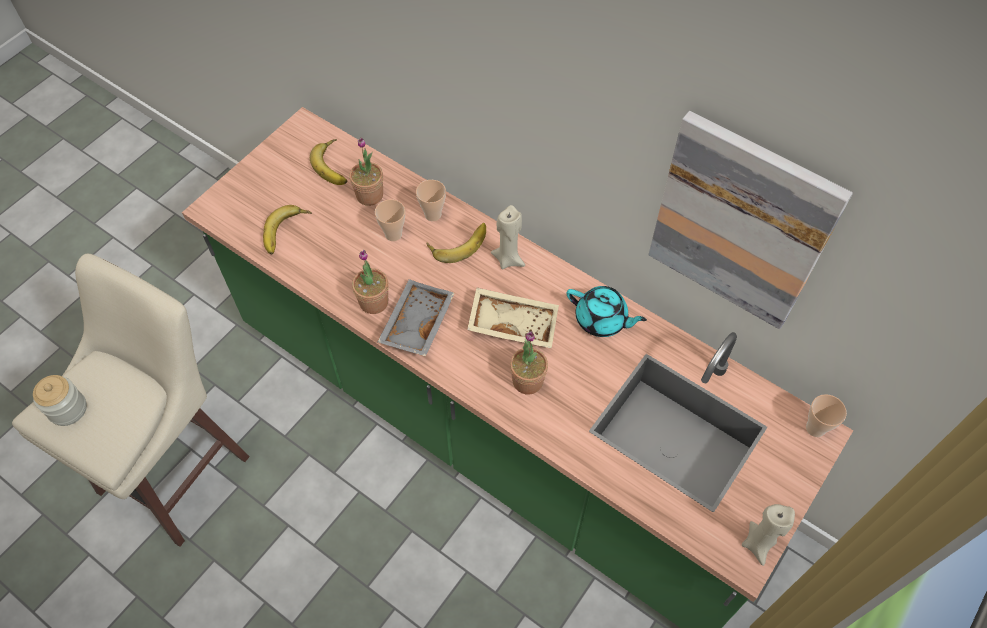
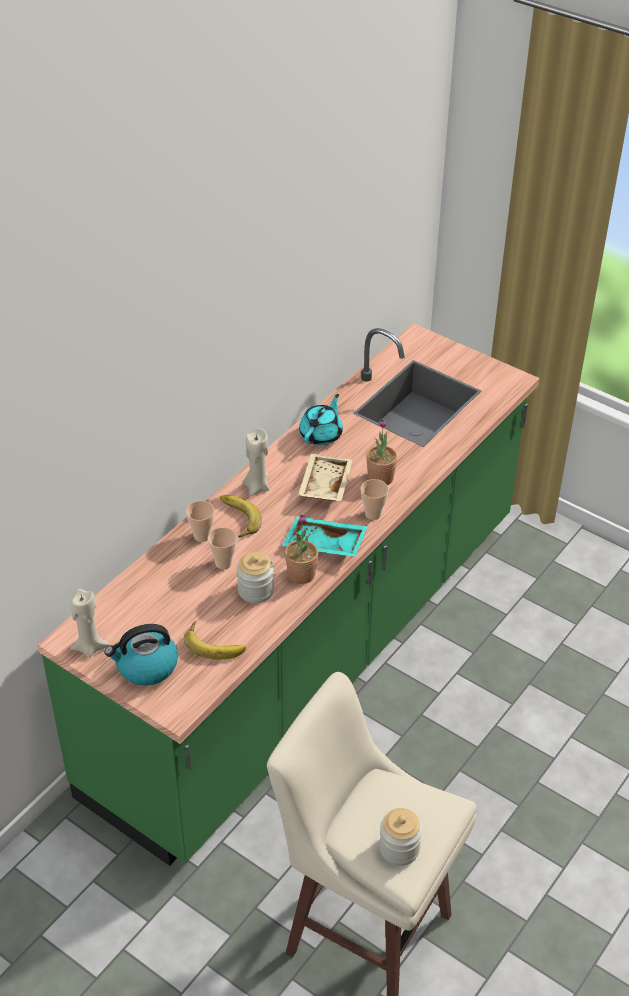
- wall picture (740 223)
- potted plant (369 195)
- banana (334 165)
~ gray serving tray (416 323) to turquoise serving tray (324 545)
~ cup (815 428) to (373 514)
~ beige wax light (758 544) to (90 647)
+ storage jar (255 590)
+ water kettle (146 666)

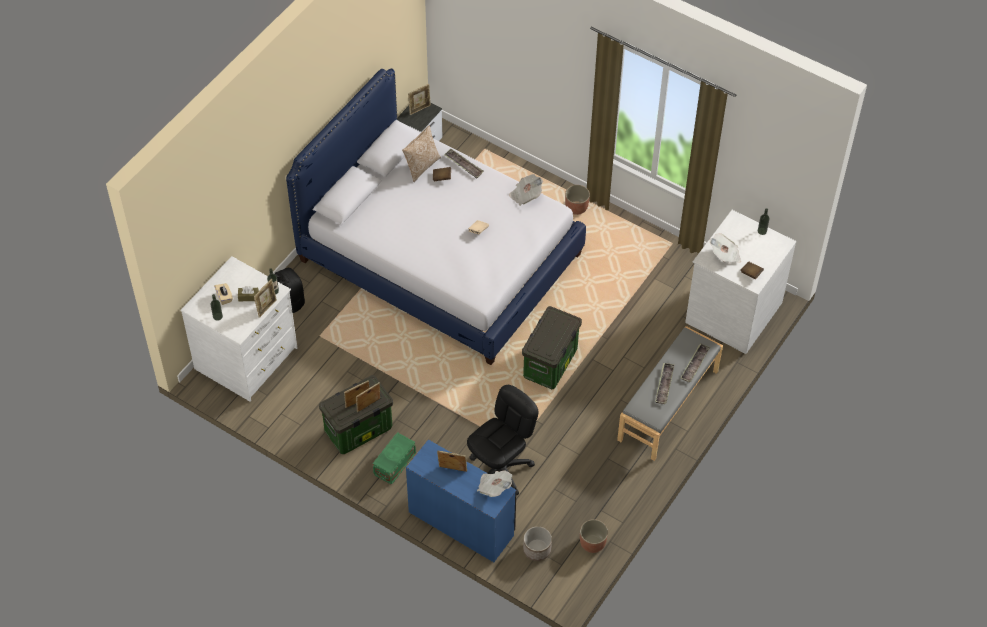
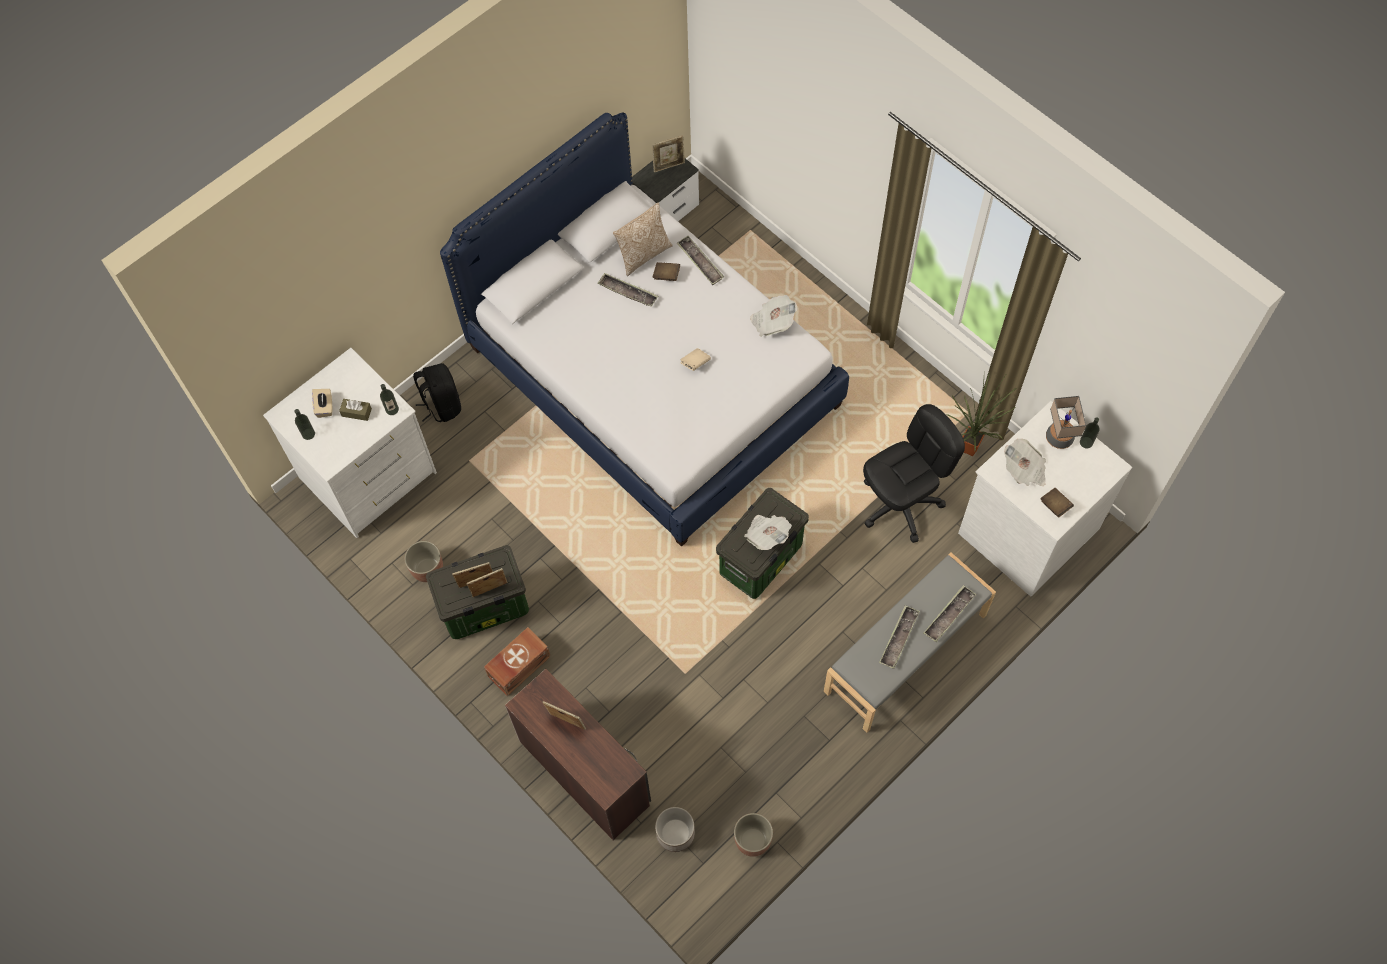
~ flower pot (576 207) to (428 569)
- standing frame (267 307)
~ blackish office chair (501 470) to (901 504)
~ green-coloured storage box (393 464) to brown-coloured storage box (518 666)
~ blue desk (461 522) to brown-coloured desk (585 771)
~ printed paper (494 487) to (767 535)
+ serving tray (627 292)
+ potted plant (971 450)
+ lamp for a table (1059 437)

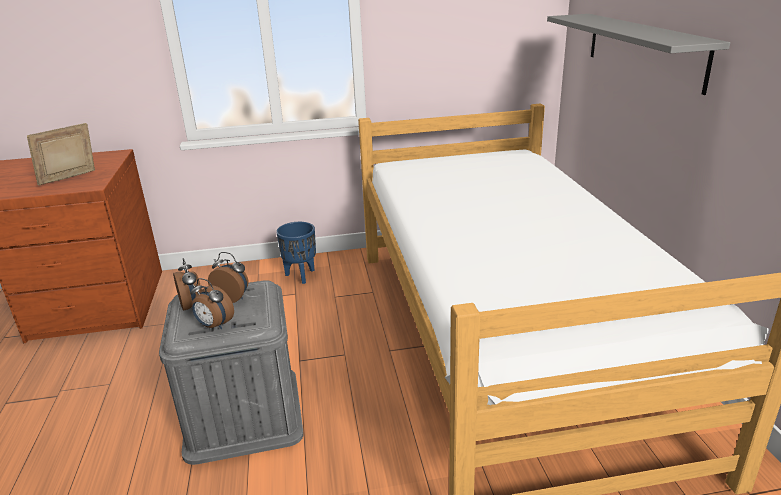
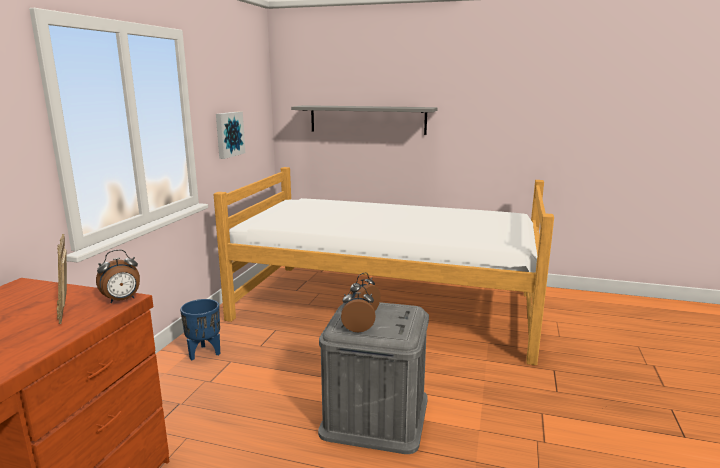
~ alarm clock (214 325) to (122 300)
+ wall picture (228 134)

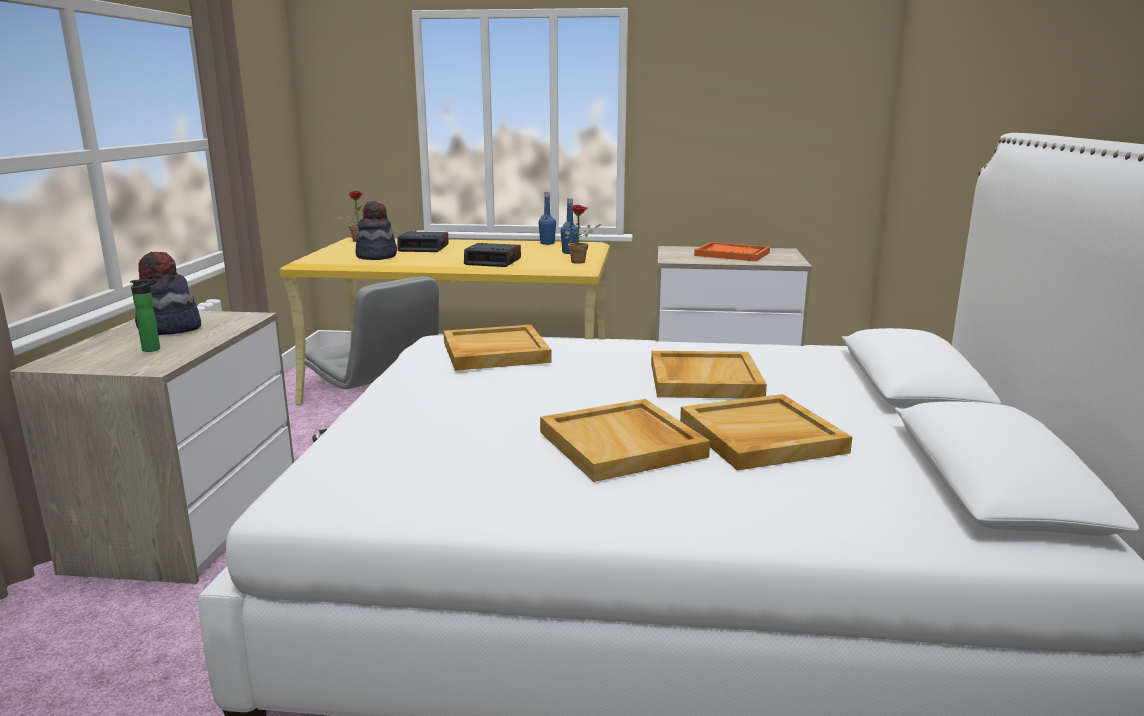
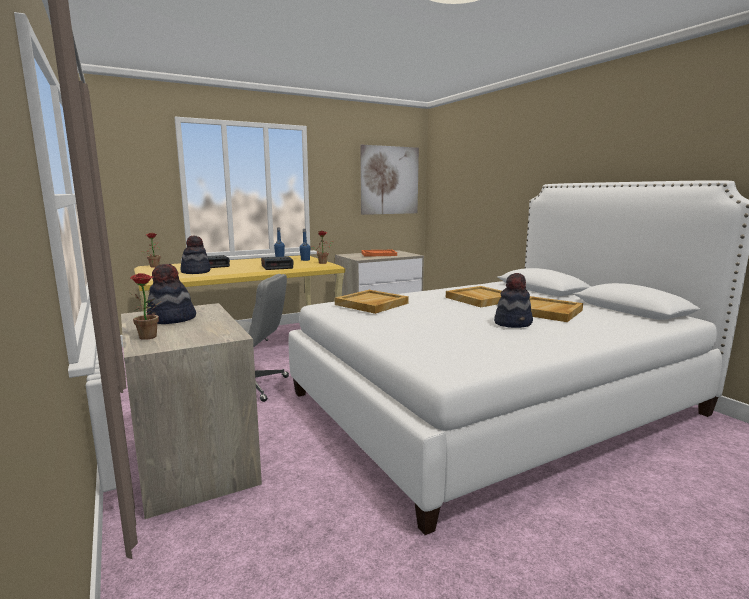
- bottle (154 349)
~ beige serving tray (623 444) to clothing hat (513 323)
+ wall picture (389 180)
+ potted plant (150 337)

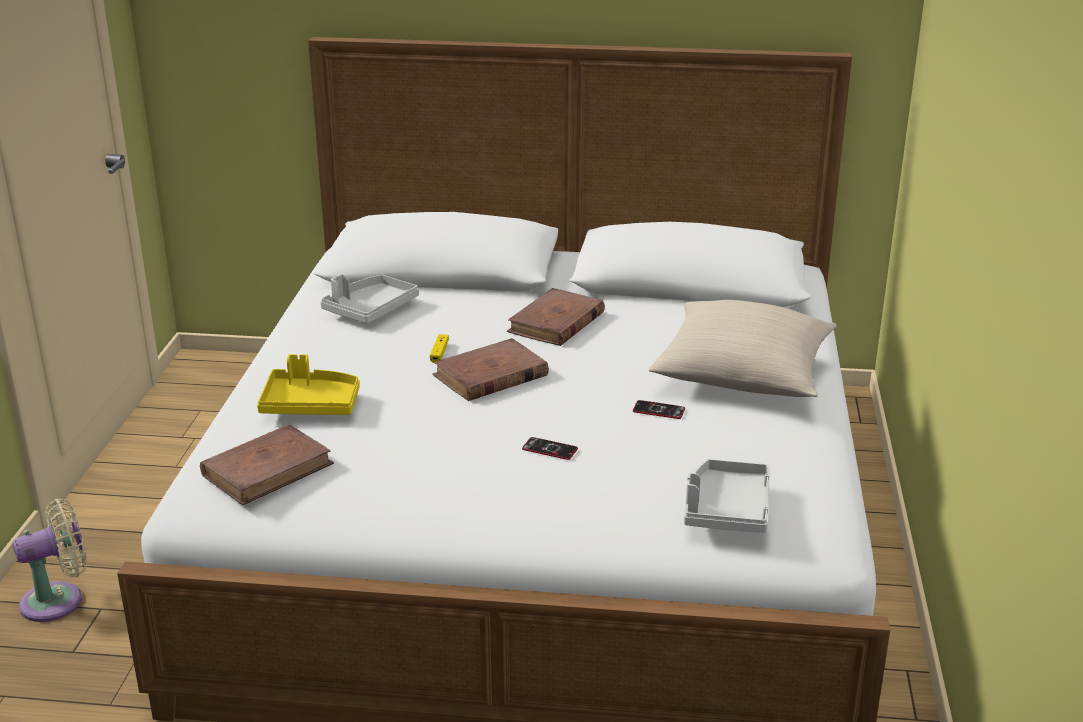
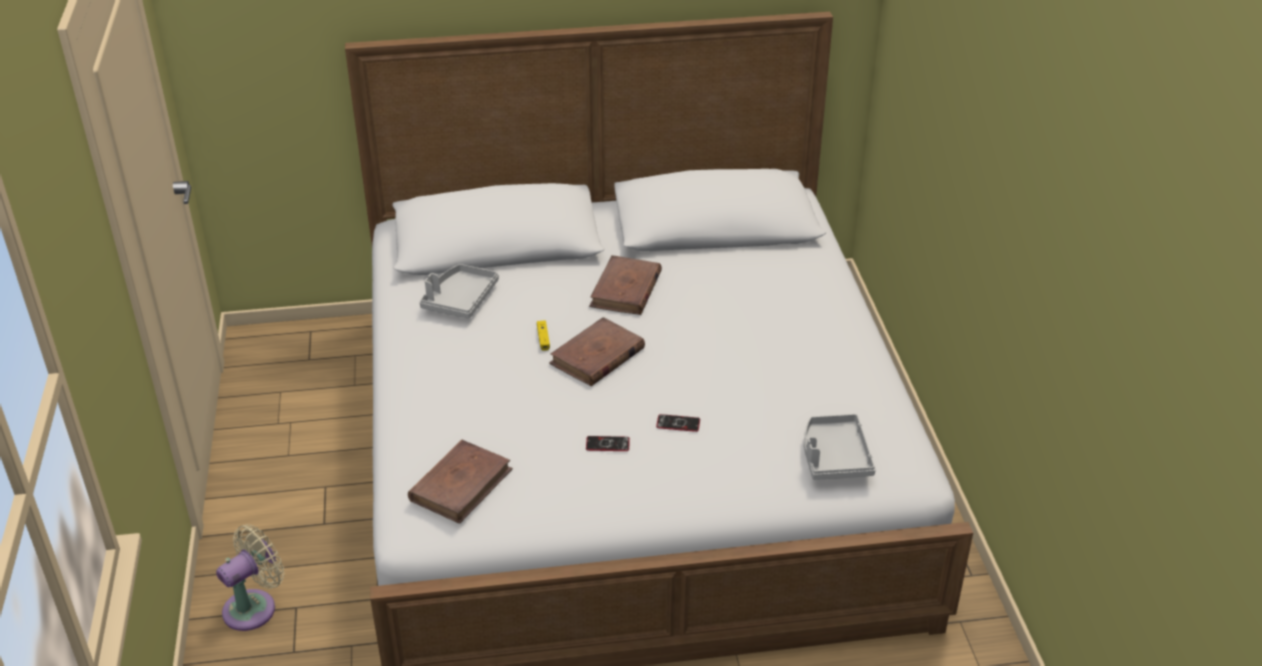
- beige pillow (743 374)
- yellowish serving tray (310 404)
~ phone (658 410) to (607 444)

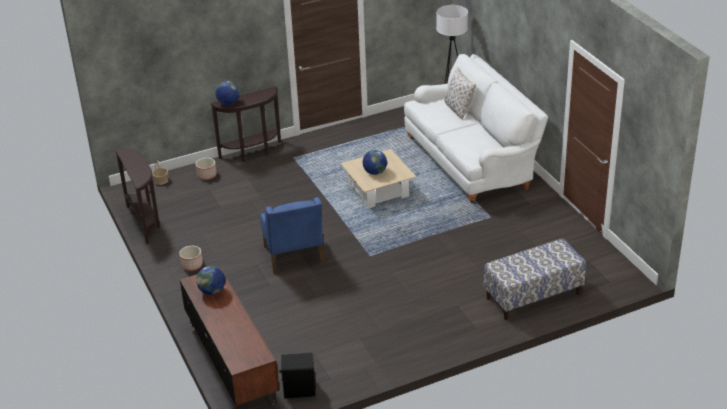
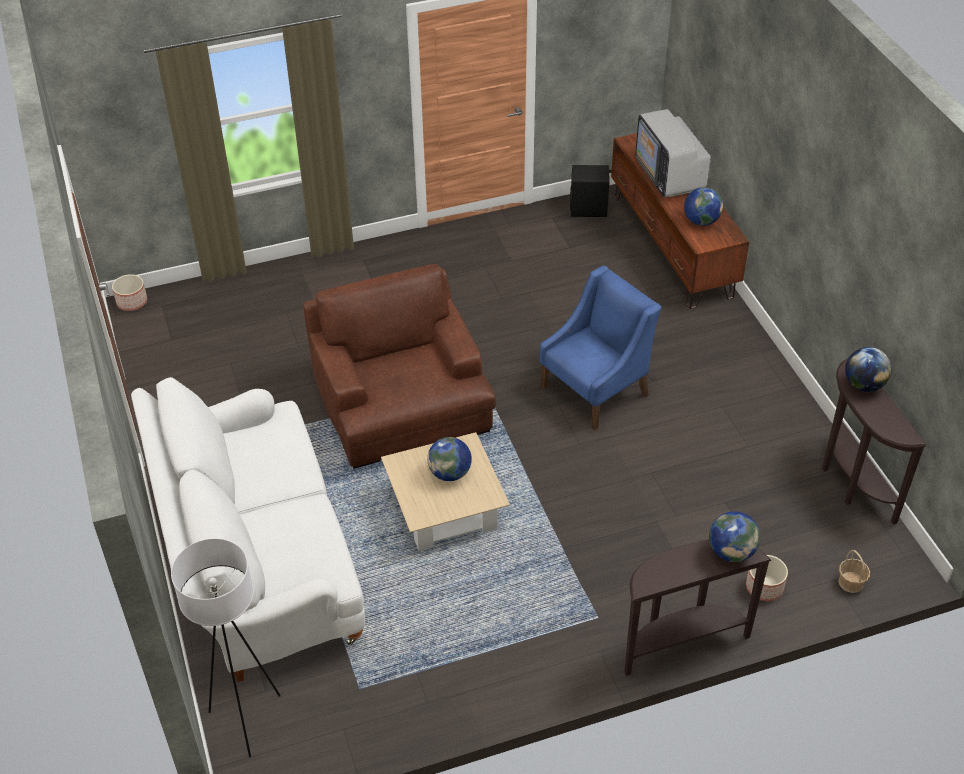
- pillow (458 109)
~ blue armchair (293 256) = (596 390) 60 degrees clockwise
- indoor bench (533 296)
~ flower pot (191 265) to (132 302)
+ television (669 176)
+ brown-coloured armchair (401 403)
+ world globe (863 385)

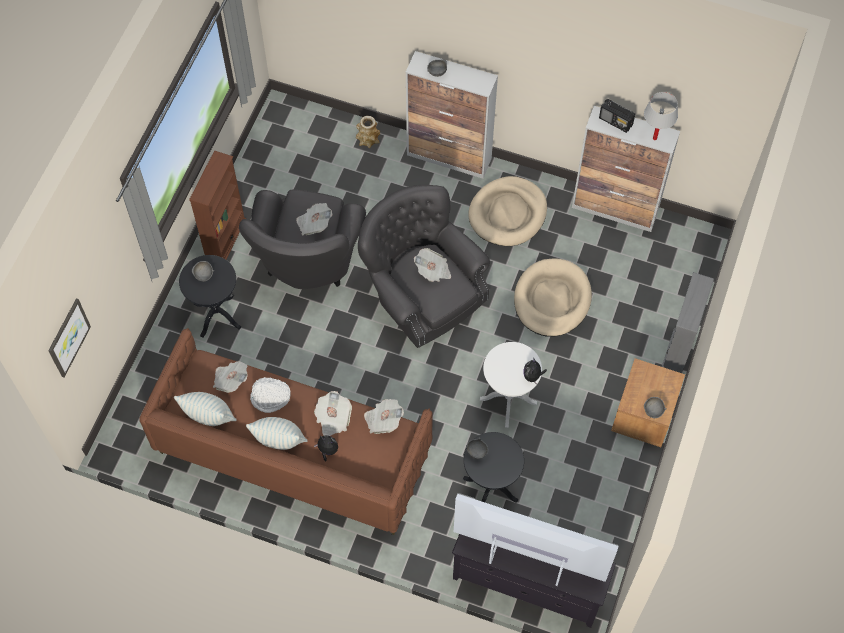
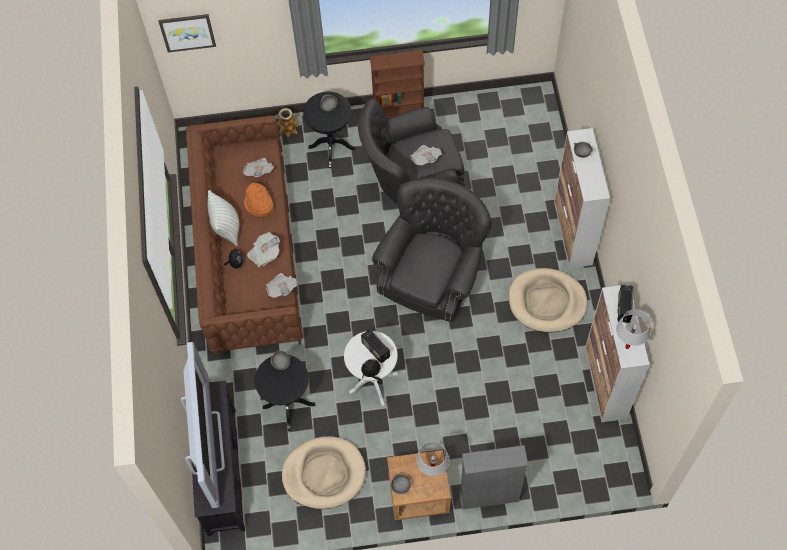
~ decorative vase (368 139) to (288 129)
- printed paper (433 271)
~ beige pet bed (552 299) to (324 474)
~ whitish clothing hat (270 398) to orange-coloured clothing hat (259 204)
- pillow (209 417)
+ radio receiver (376 350)
+ whitish lamp for a table (432 472)

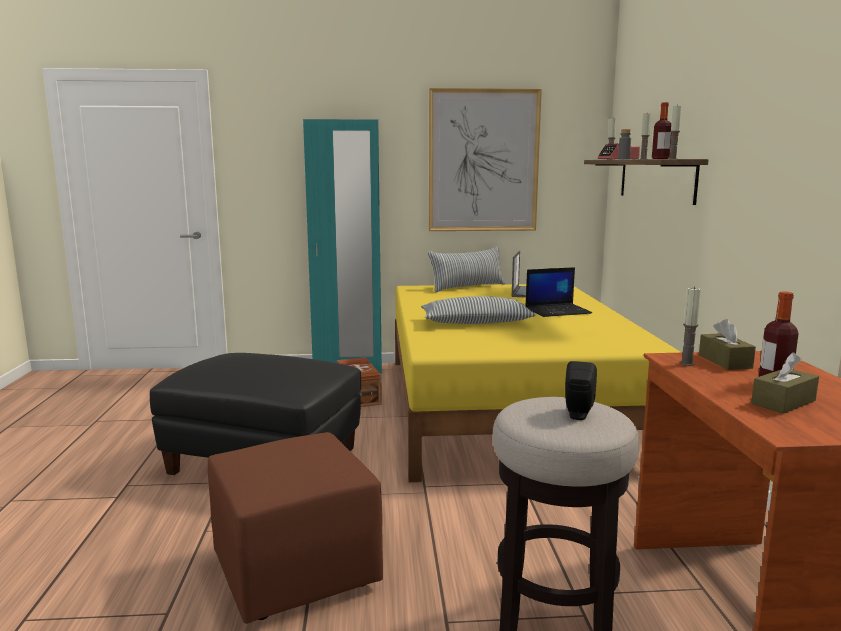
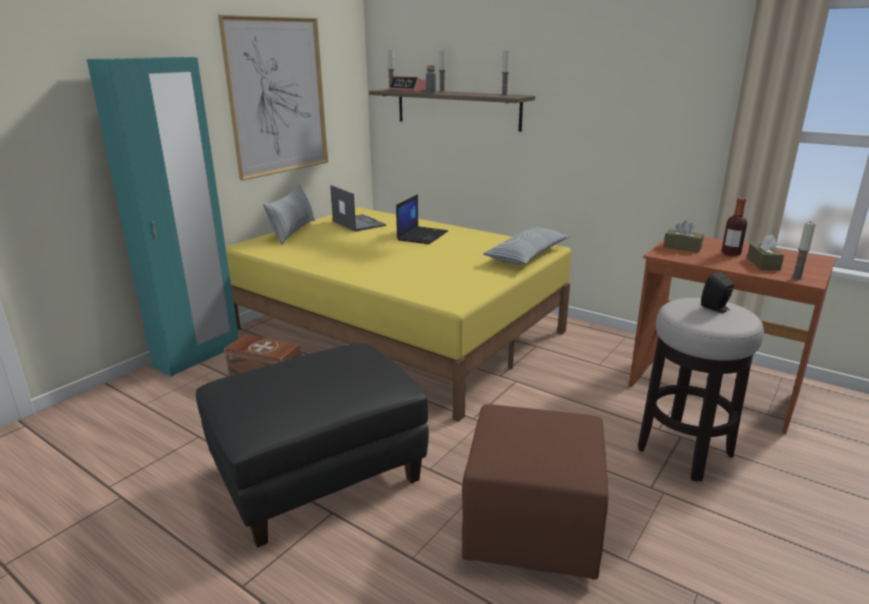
- bottle (660 158)
~ wax light (687 364) to (796 278)
~ pillow (476 323) to (526 256)

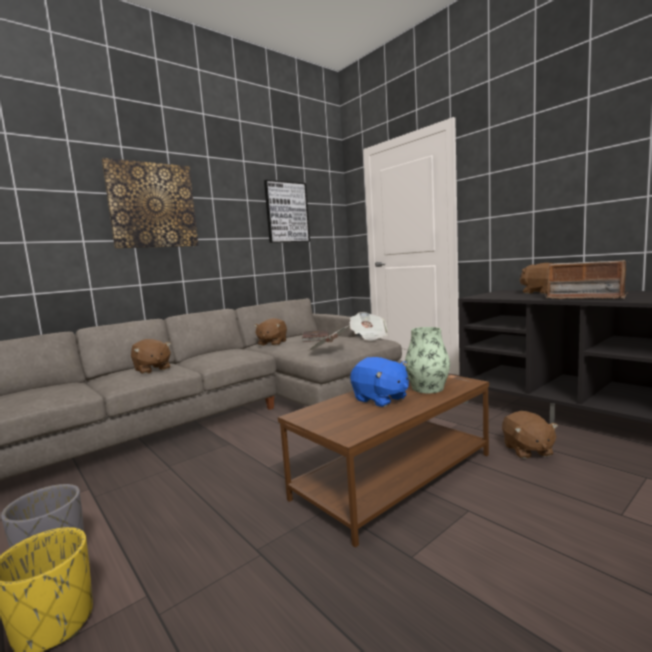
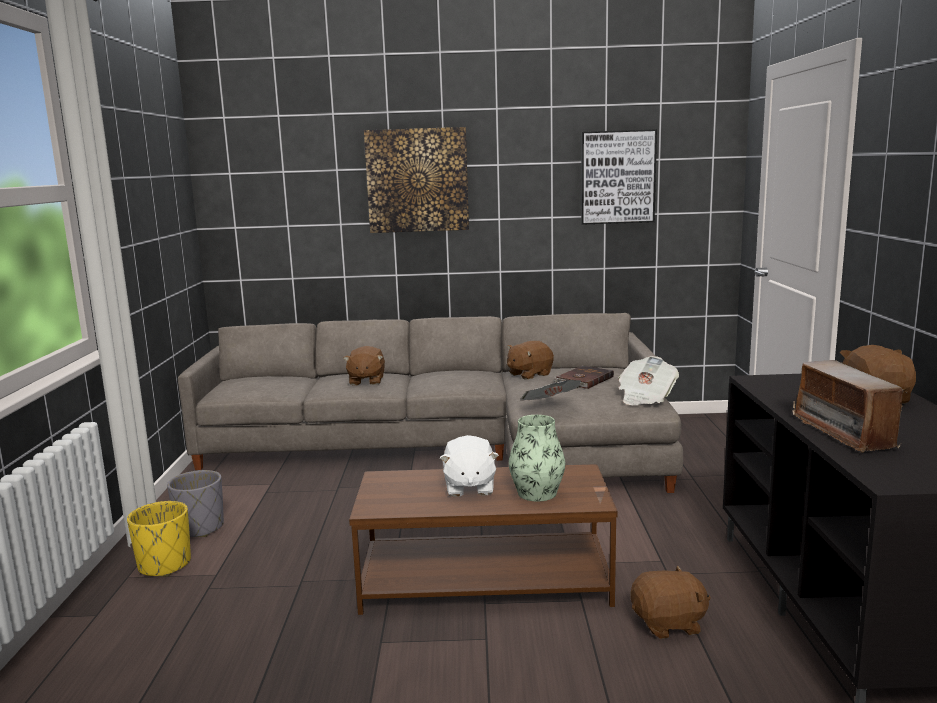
~ blue plush toy (380 399) to whitish plush toy (469 487)
~ brown-coloured plush toy (527 450) = (669 624) 135 degrees counterclockwise

